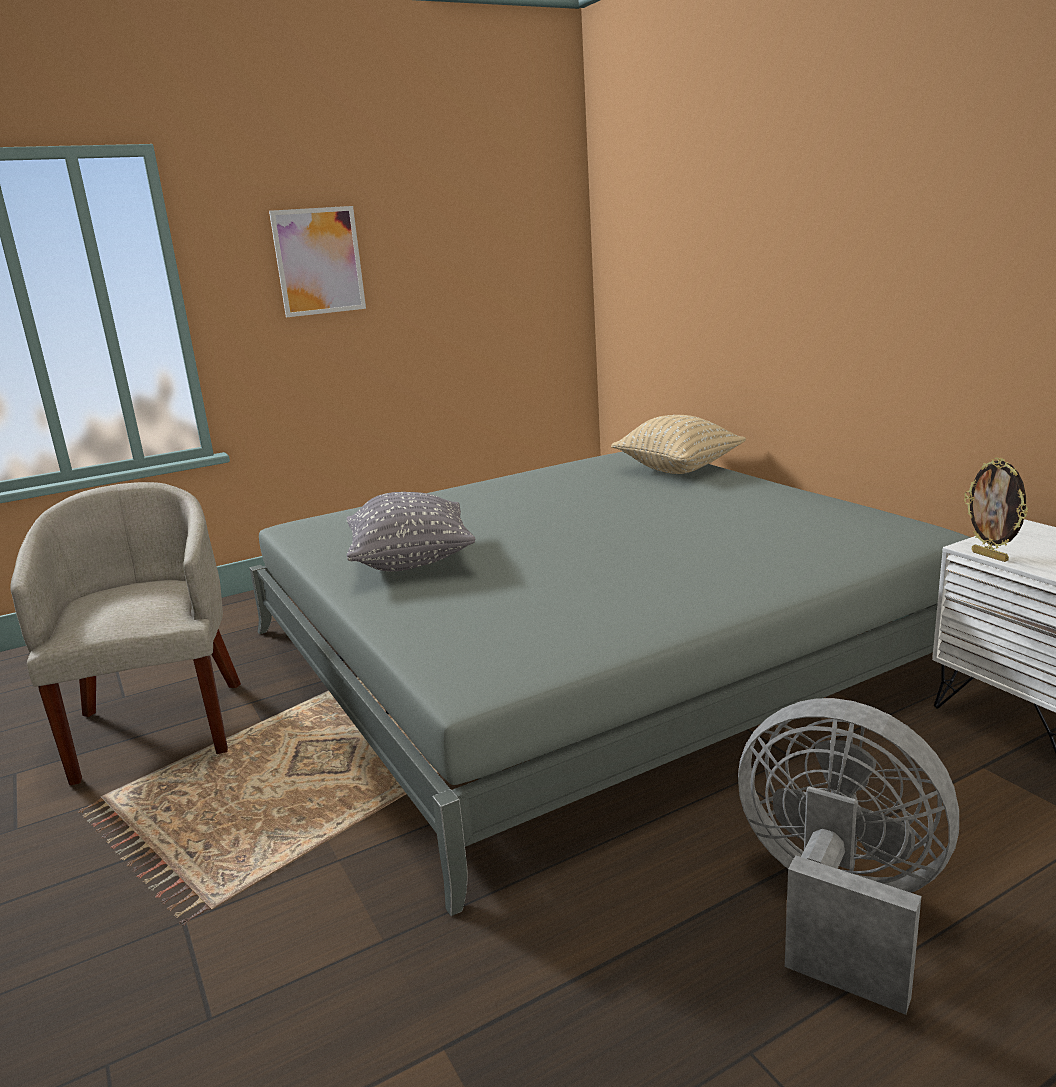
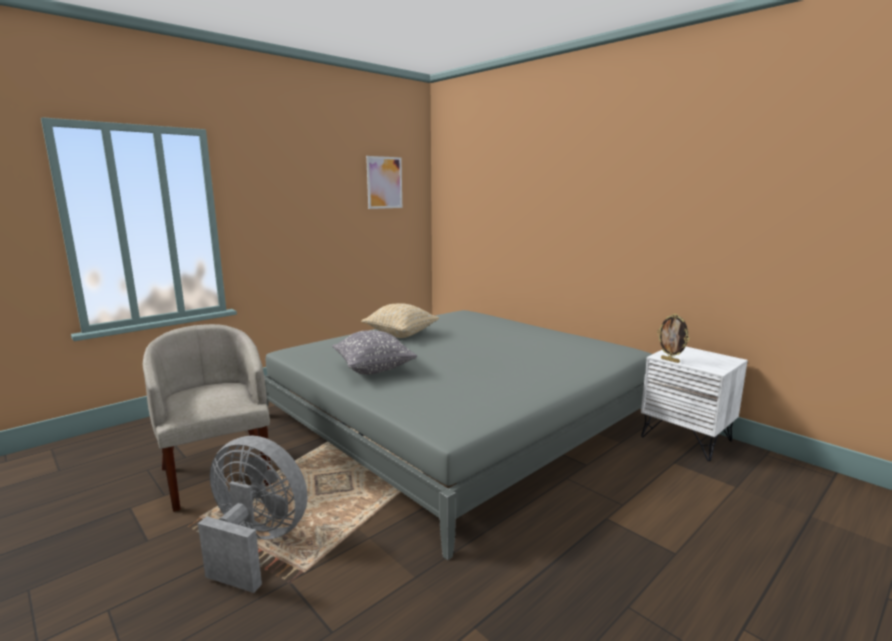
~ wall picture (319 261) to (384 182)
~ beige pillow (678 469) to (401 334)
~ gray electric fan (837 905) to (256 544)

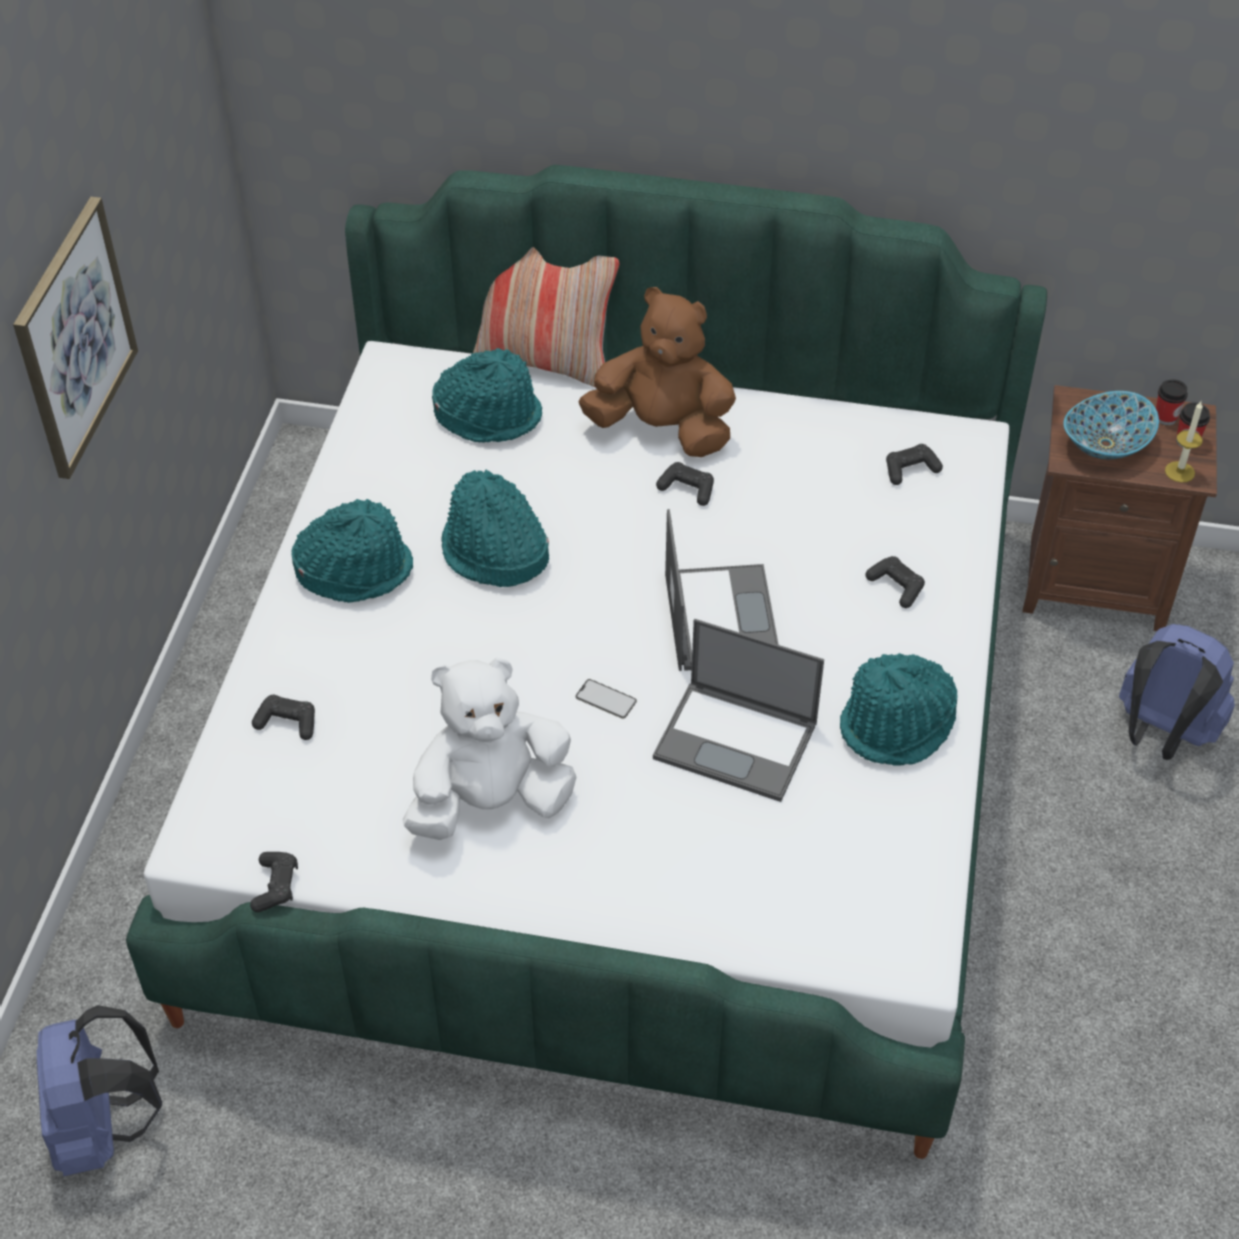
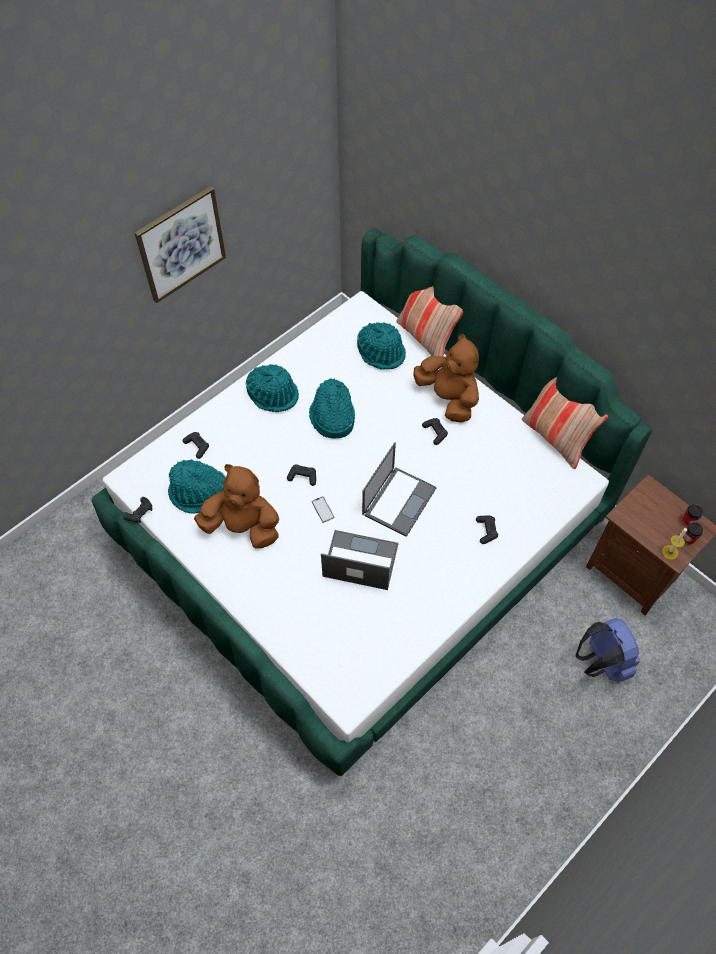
- deep dish (1104 444)
~ blackish game controller (910 470) to (303 477)
~ laptop (737 741) = (359 560) 135 degrees clockwise
~ turquoise clothing hat (897 726) to (198 494)
~ whitish plush toy (490 802) to brown-coloured plush toy (243 527)
- blue rucksack (103 1127)
+ pillow (555 438)

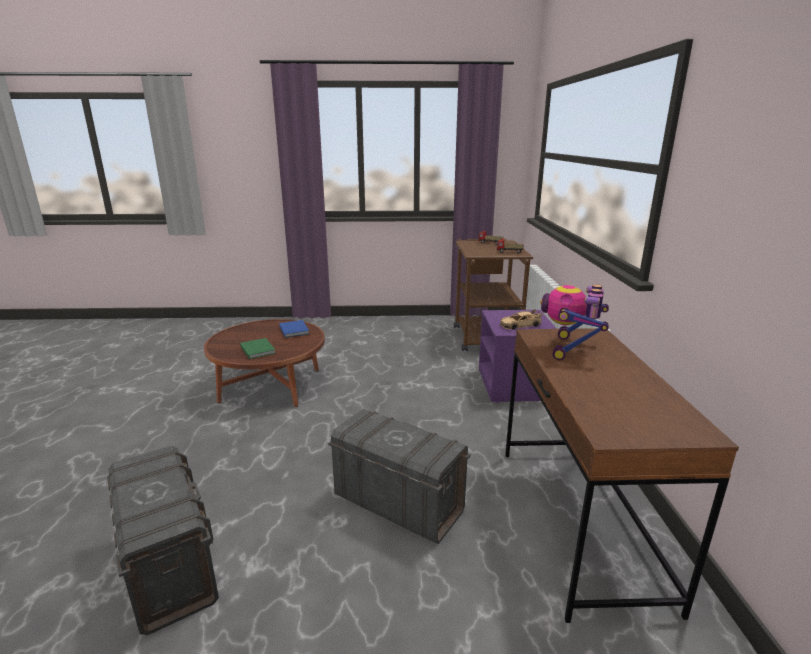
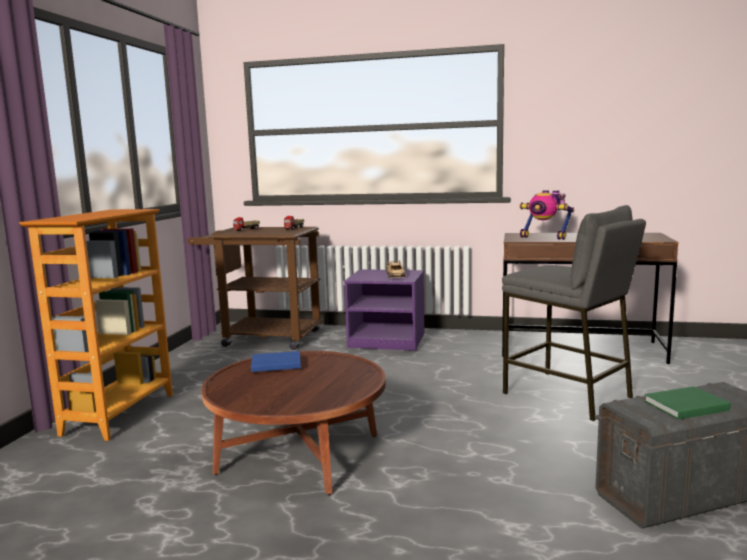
~ green-coloured volume (258 349) to (683 405)
~ gray storage box (398 503) to gray sitting stool (567 395)
+ bookcase (118 414)

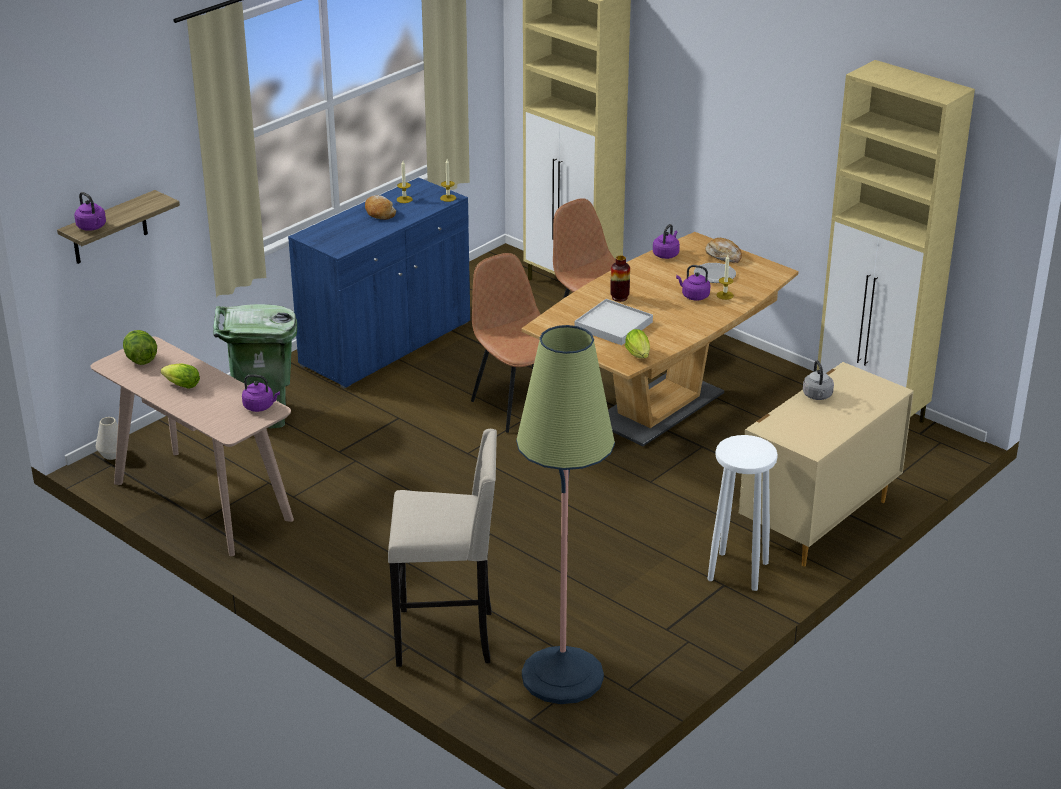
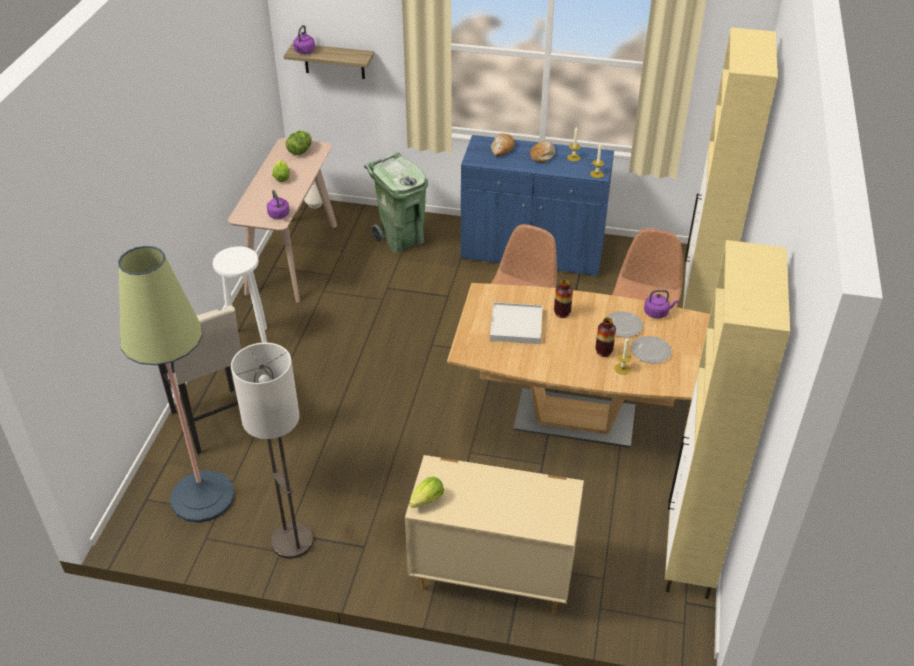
~ bakery bread (723 255) to (502 149)
~ purplish water kettle (694 296) to decorative vase (603 352)
~ head of lettuce (639 356) to (425 502)
- gray water kettle (817 396)
~ whitish sitting stool (737 570) to (249 340)
+ flat dish (622 325)
+ floor lamp (292 541)

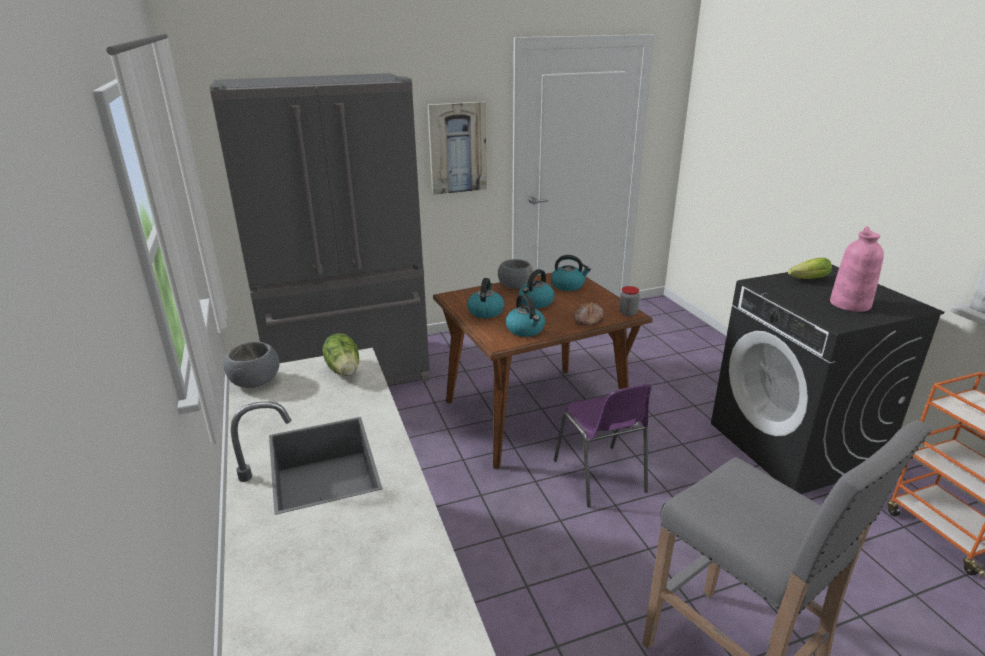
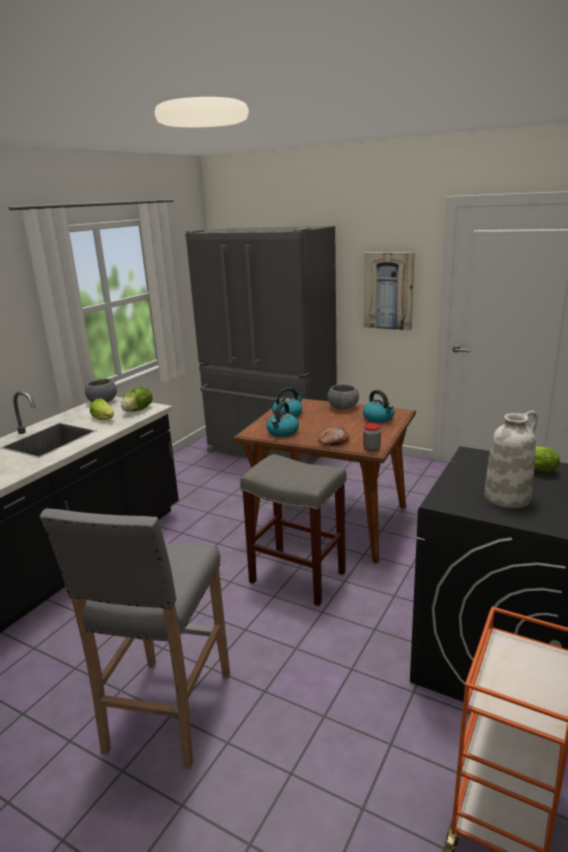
~ pinkish decorative vase (849 304) to whitish decorative vase (507 497)
- water kettle (536 302)
~ purplish chair (600 477) to gray sitting stool (296 577)
+ head of lettuce (104 419)

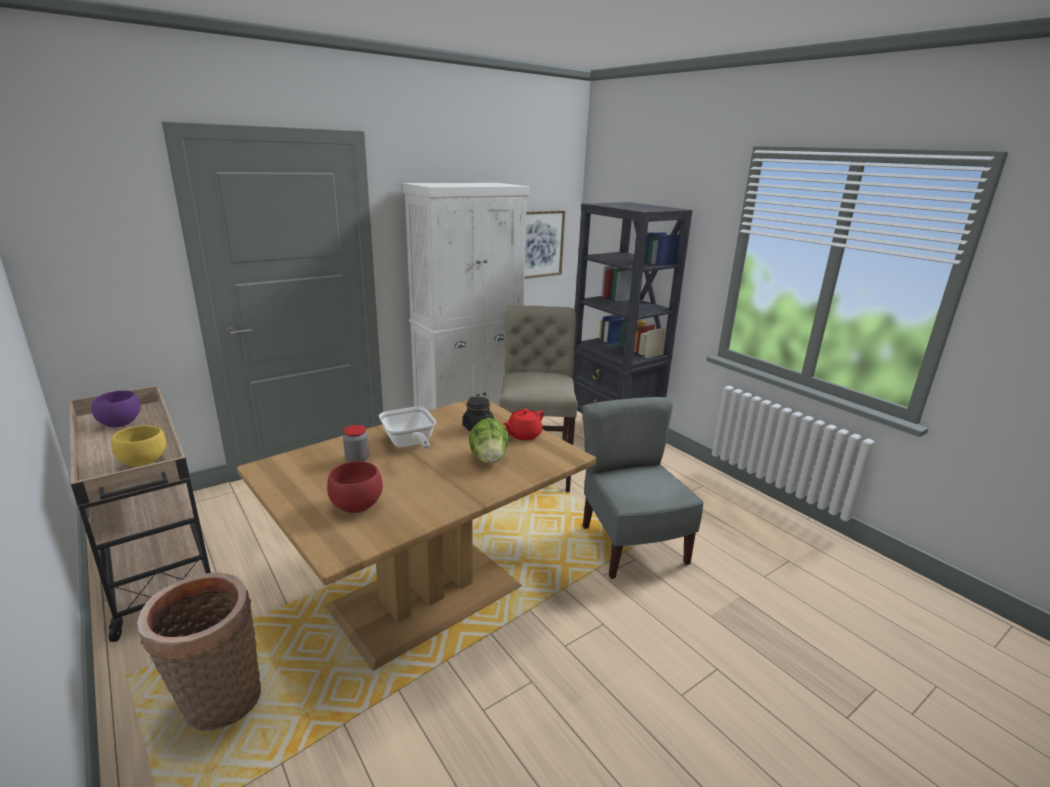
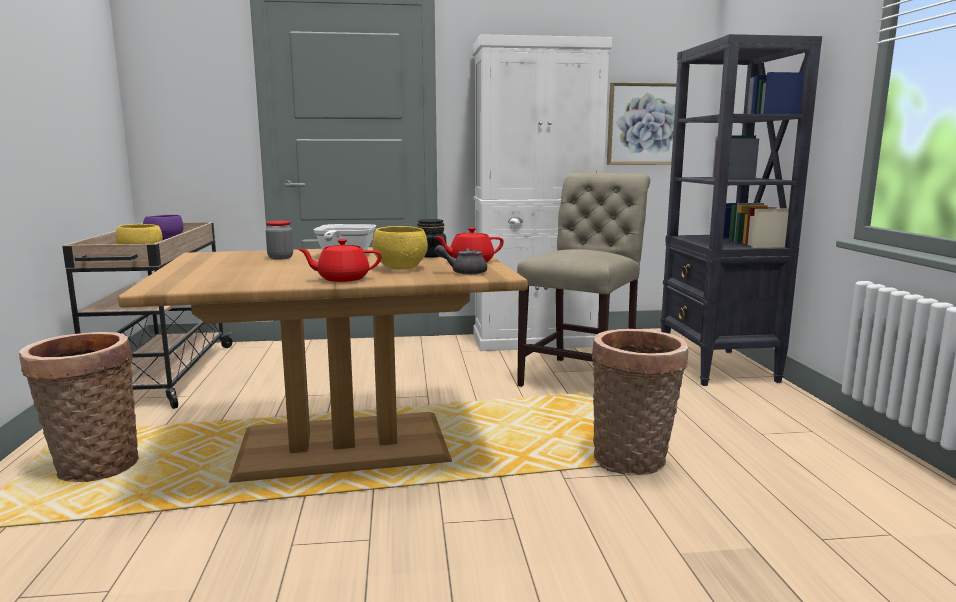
~ gray chair (631 545) to household basket (633 461)
~ head of lettuce (489 459) to yellowish deep dish (402 268)
- red deep dish (355 506)
+ red teapot (342 279)
+ gray teapot (464 272)

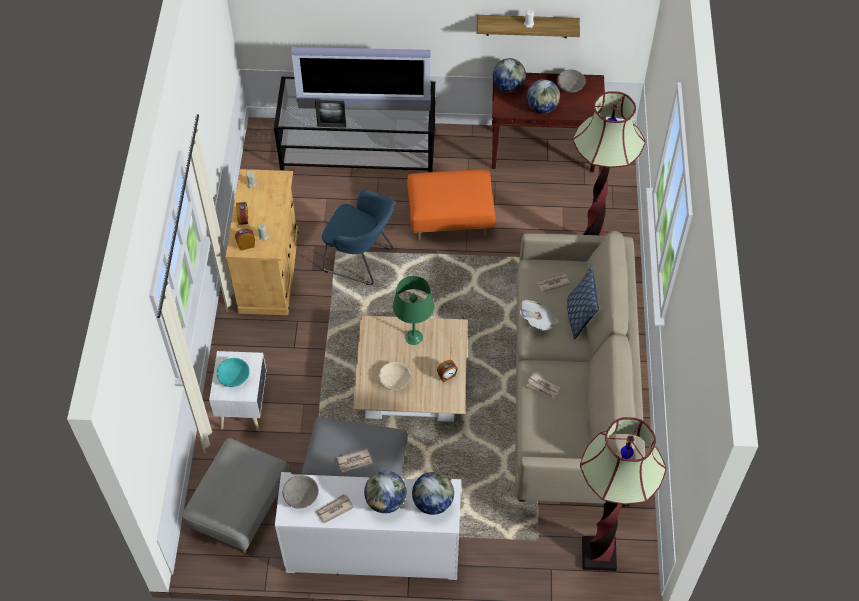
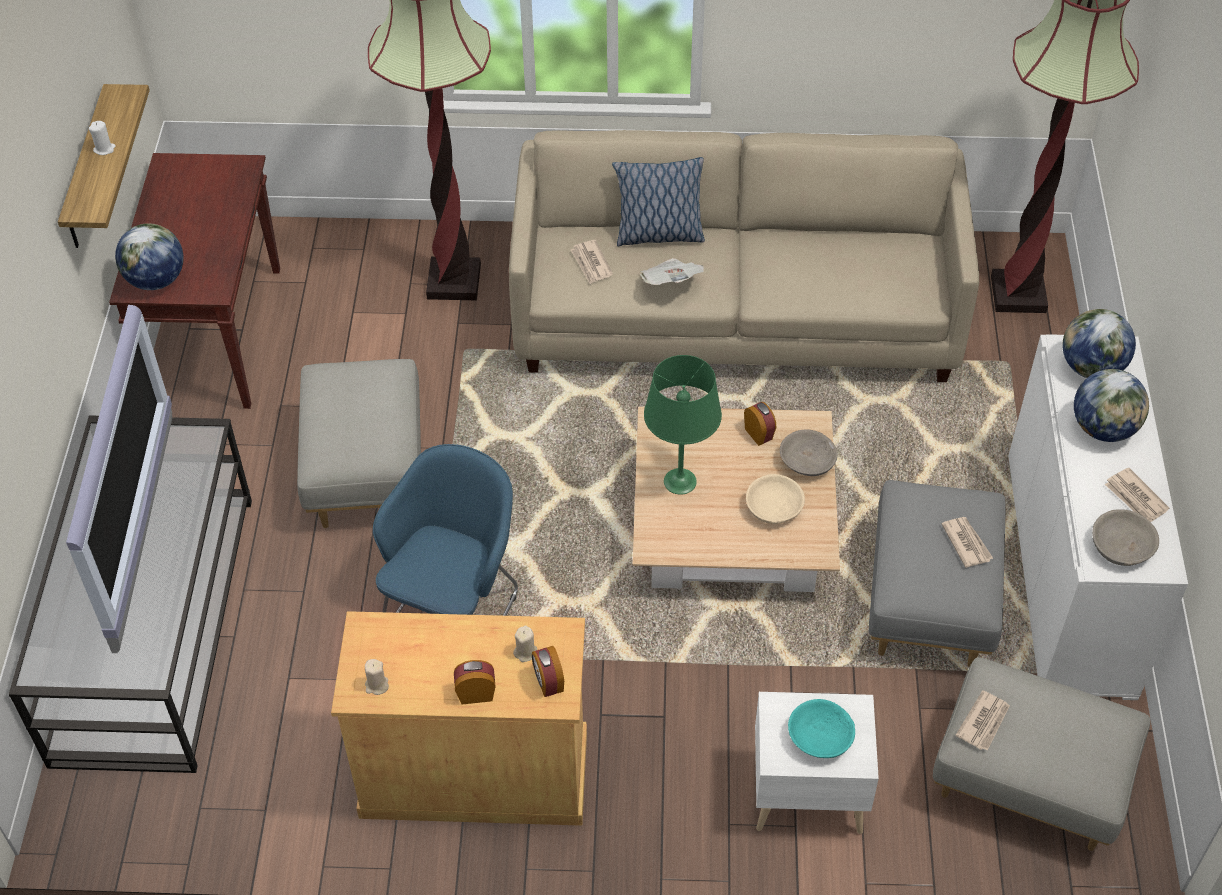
~ gray deep dish (570 86) to (807 462)
- world globe (542 108)
- standing frame (331 126)
~ orange-coloured ottoman (450 219) to gray ottoman (365 471)
~ printed paper (543 387) to (984 722)

